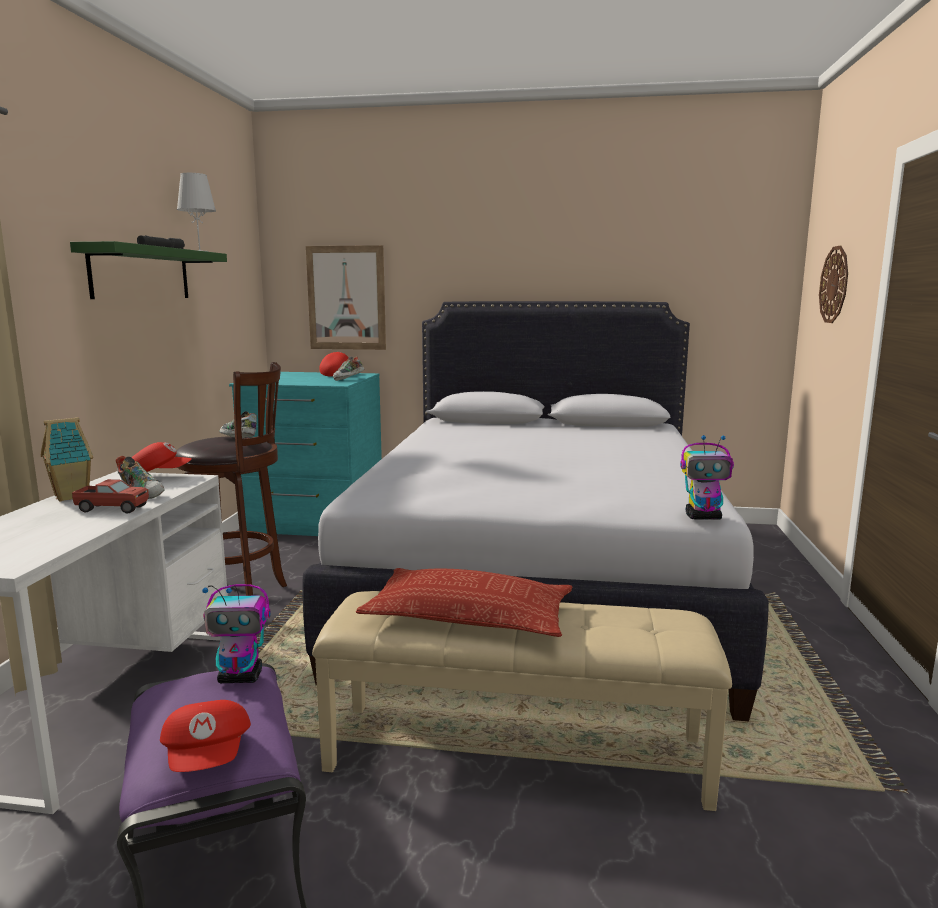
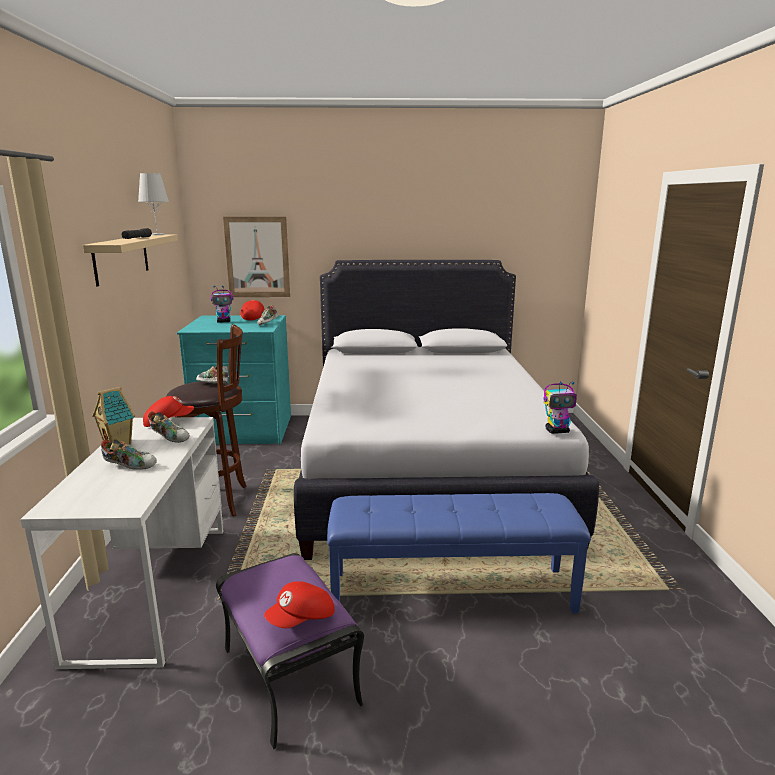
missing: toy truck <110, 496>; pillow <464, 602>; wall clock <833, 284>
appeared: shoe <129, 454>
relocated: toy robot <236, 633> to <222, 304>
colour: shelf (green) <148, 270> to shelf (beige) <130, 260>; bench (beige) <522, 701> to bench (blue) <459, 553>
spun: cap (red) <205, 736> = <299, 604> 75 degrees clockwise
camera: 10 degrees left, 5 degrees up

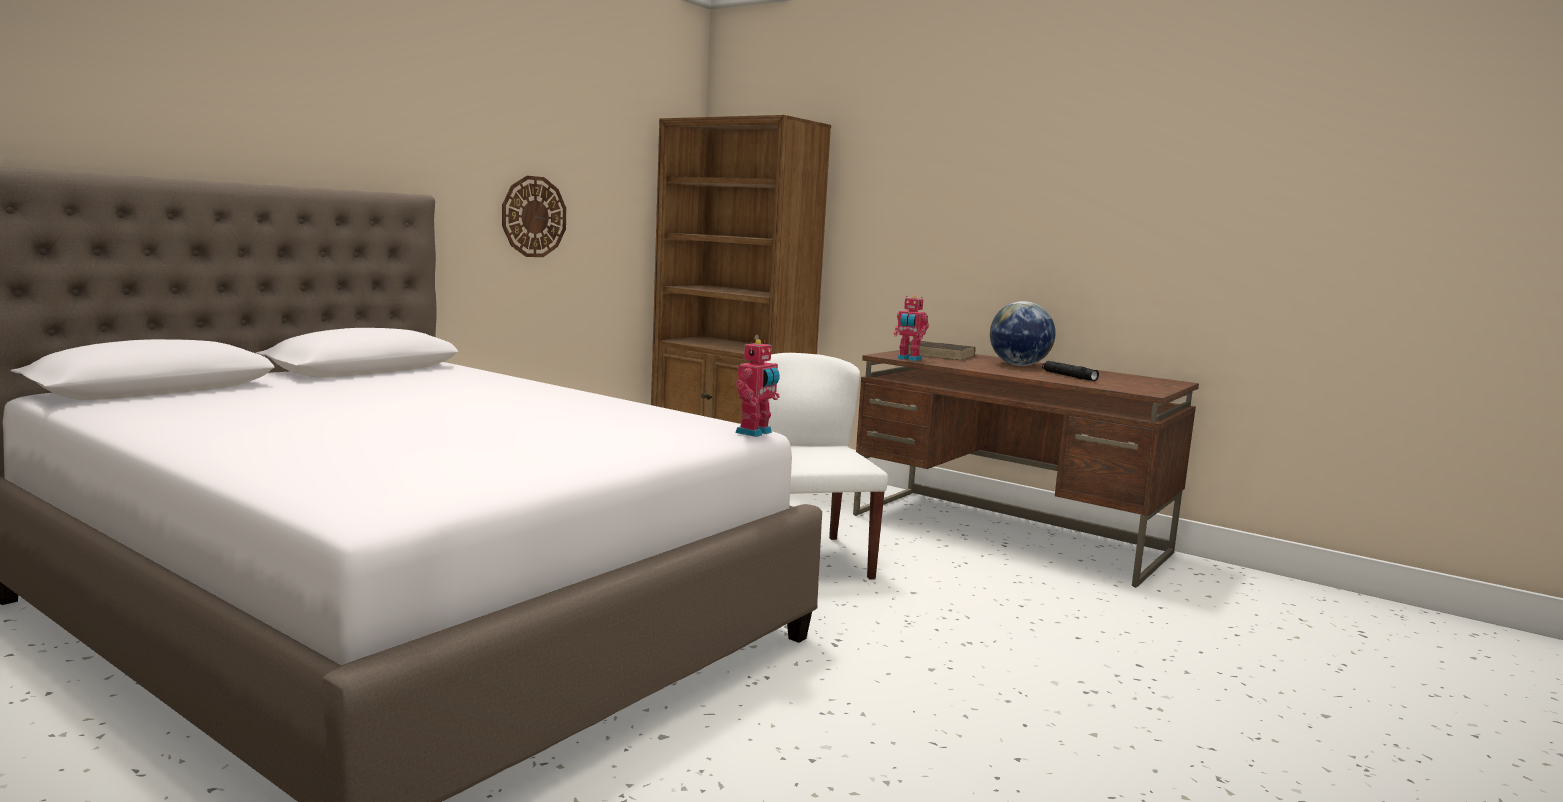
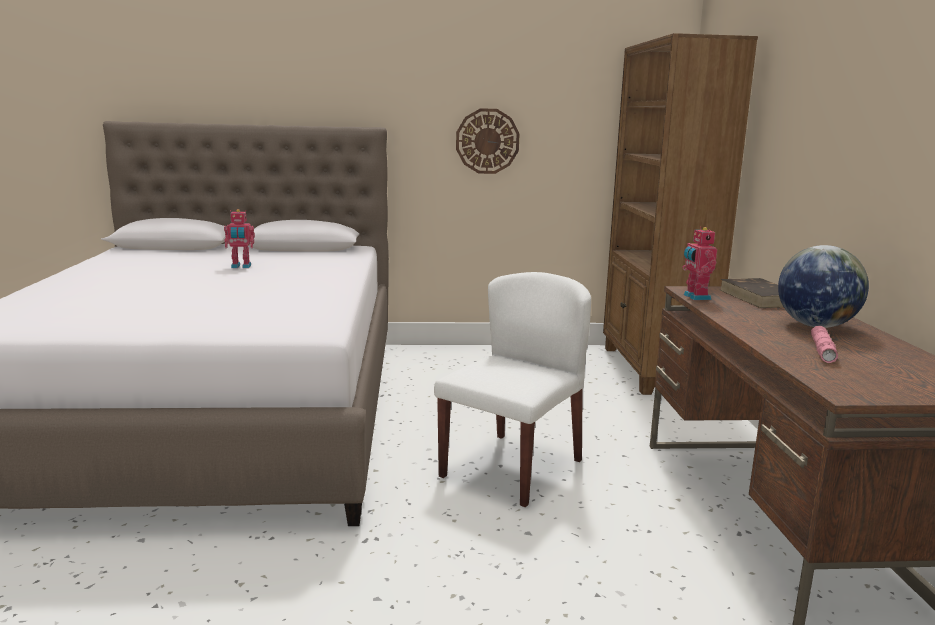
relocated: toy robot <757, 388> to <239, 238>
colour: flashlight (black) <1070, 371> to flashlight (pink) <824, 344>
camera: 50 degrees right, 5 degrees up

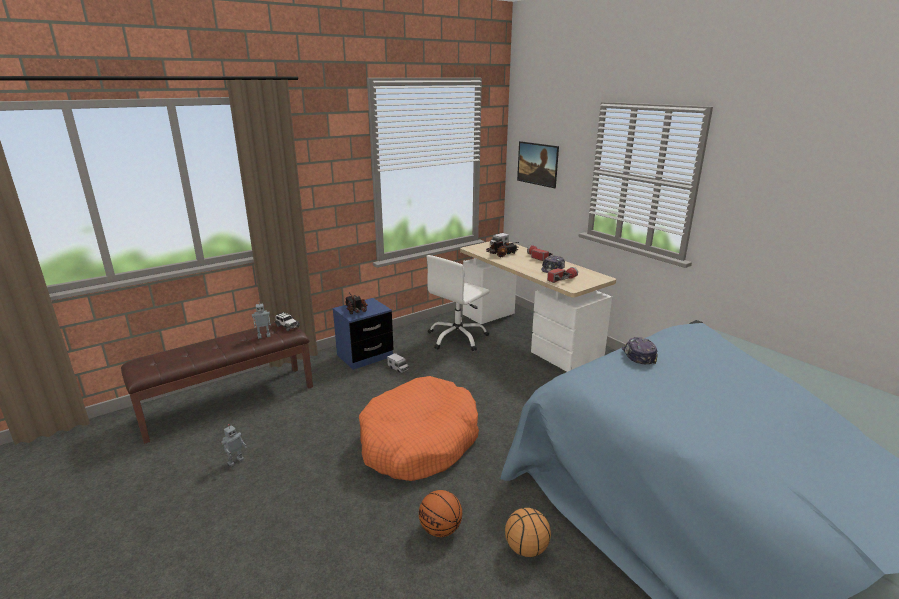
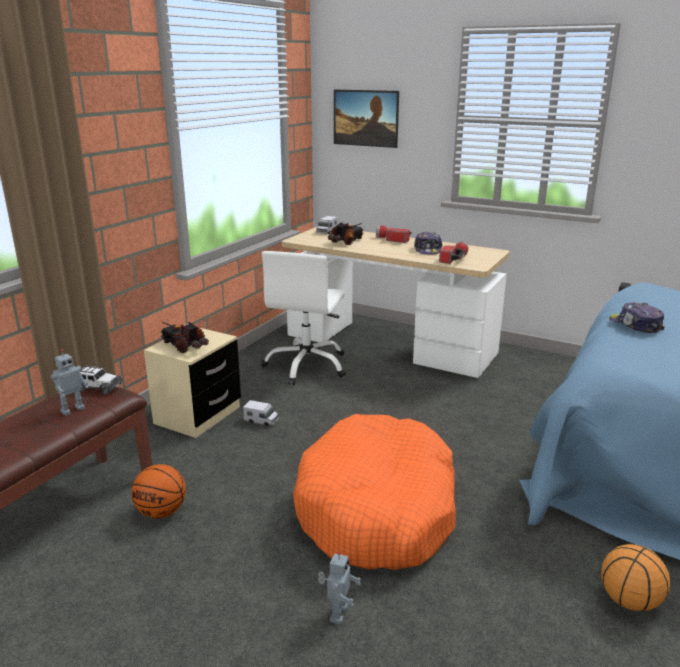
relocated: basketball <440, 513> to <158, 491>; toy robot <234, 445> to <339, 588>
colour: nightstand (blue) <363, 334> to nightstand (beige) <192, 383>
camera: 25 degrees left, 0 degrees up

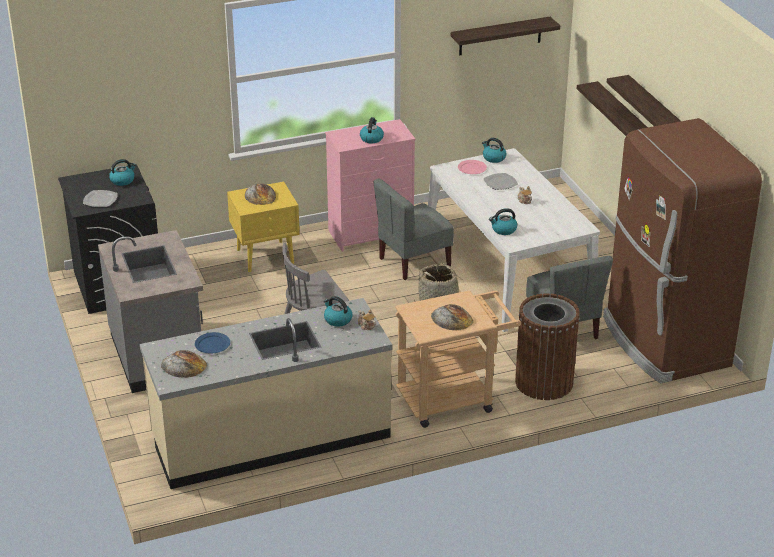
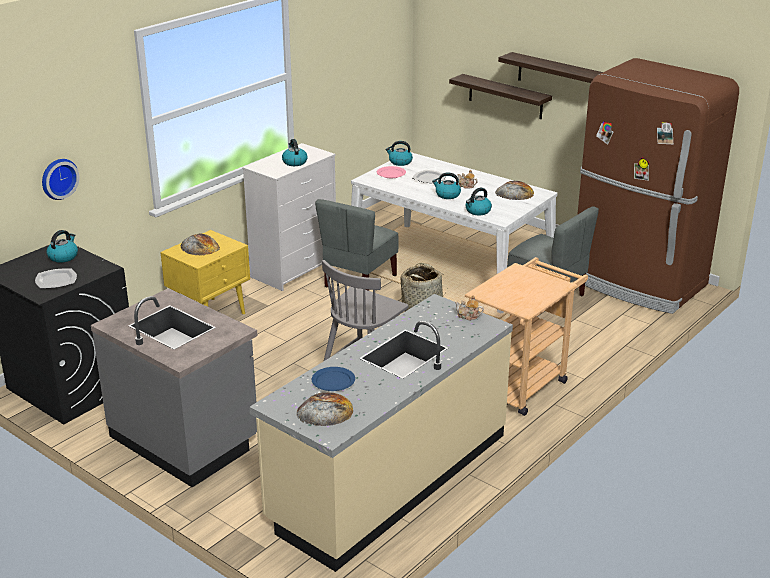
missing: shelf <505, 36>; trash can (brown) <547, 346>
appeared: wall clock <60, 179>
relocated: kettle <338, 311> to <446, 185>; bread <452, 317> to <514, 190>
colour: dresser (pink) <370, 185> to dresser (white) <289, 217>
camera: 30 degrees left, 5 degrees down

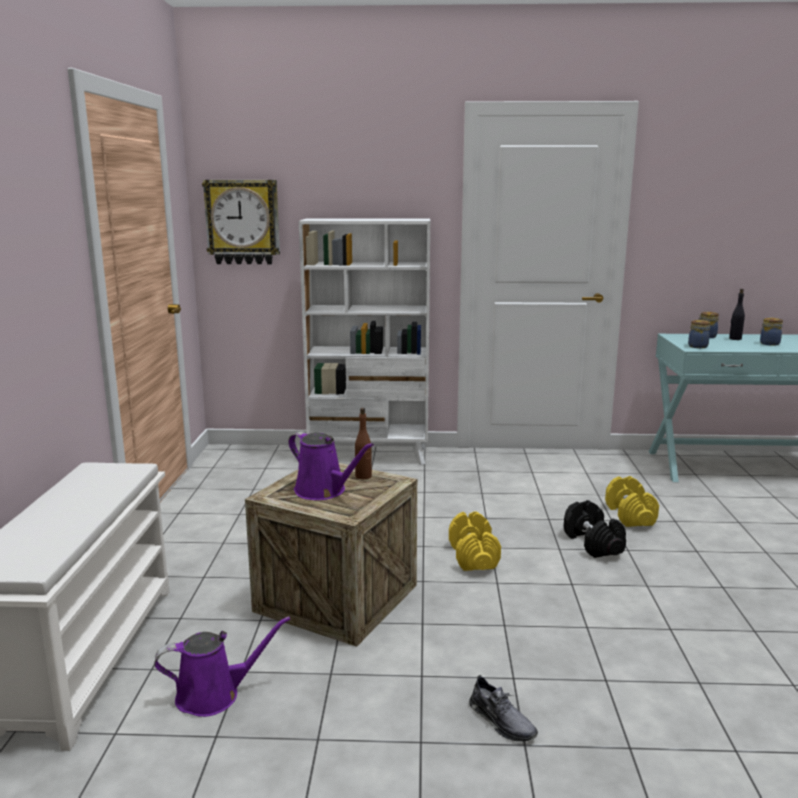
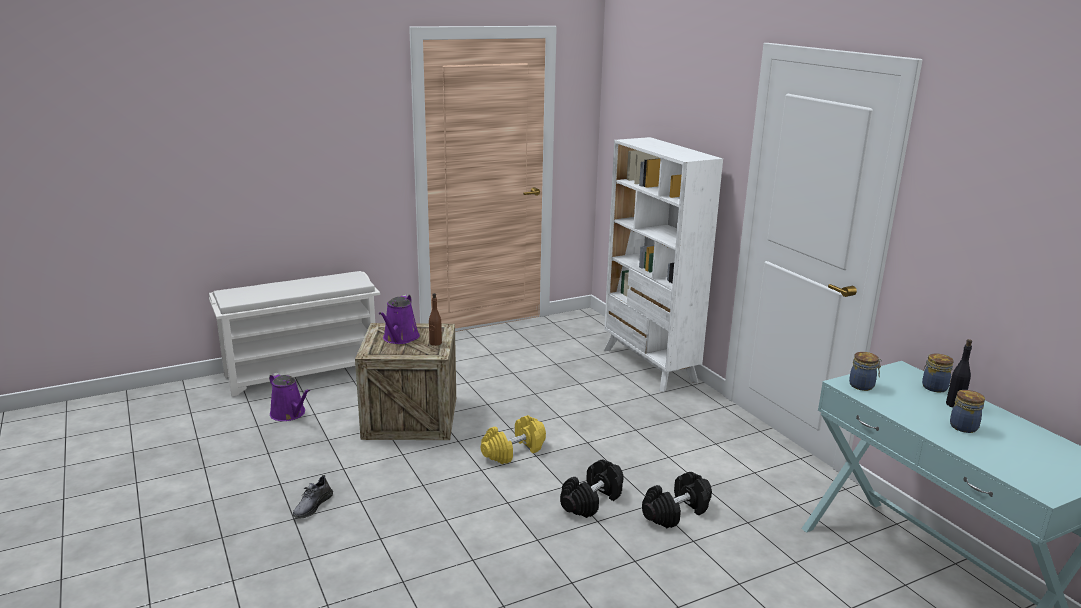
missing: wall clock <241, 222>
colour: dumbbell (yellow) <632, 501> to dumbbell (black) <677, 500>
camera: 60 degrees right, 5 degrees up

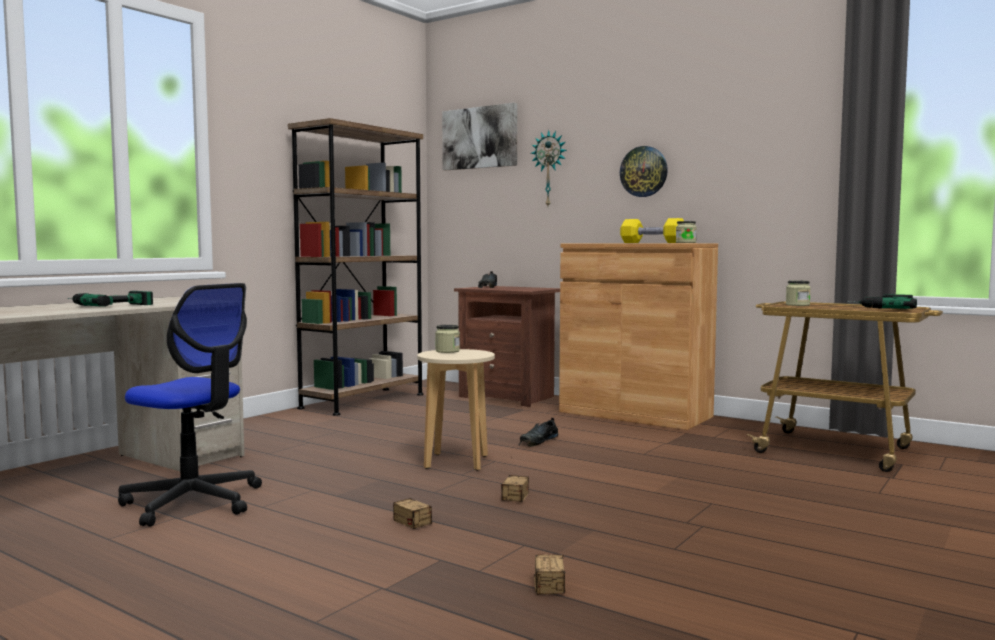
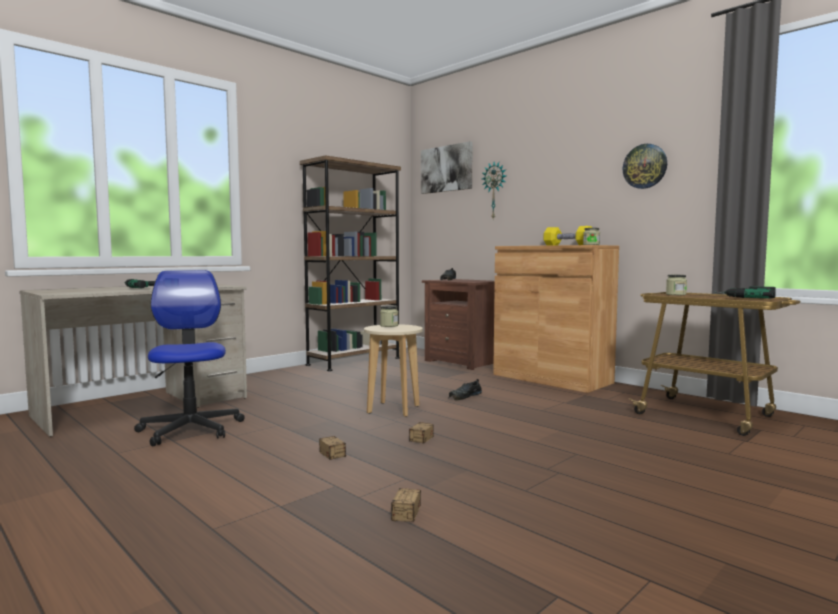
relocated: wall clock <644, 171> to <645, 166>
spun: office chair <190, 405> = <189, 358> 150 degrees counterclockwise
camera: 10 degrees right, 0 degrees up

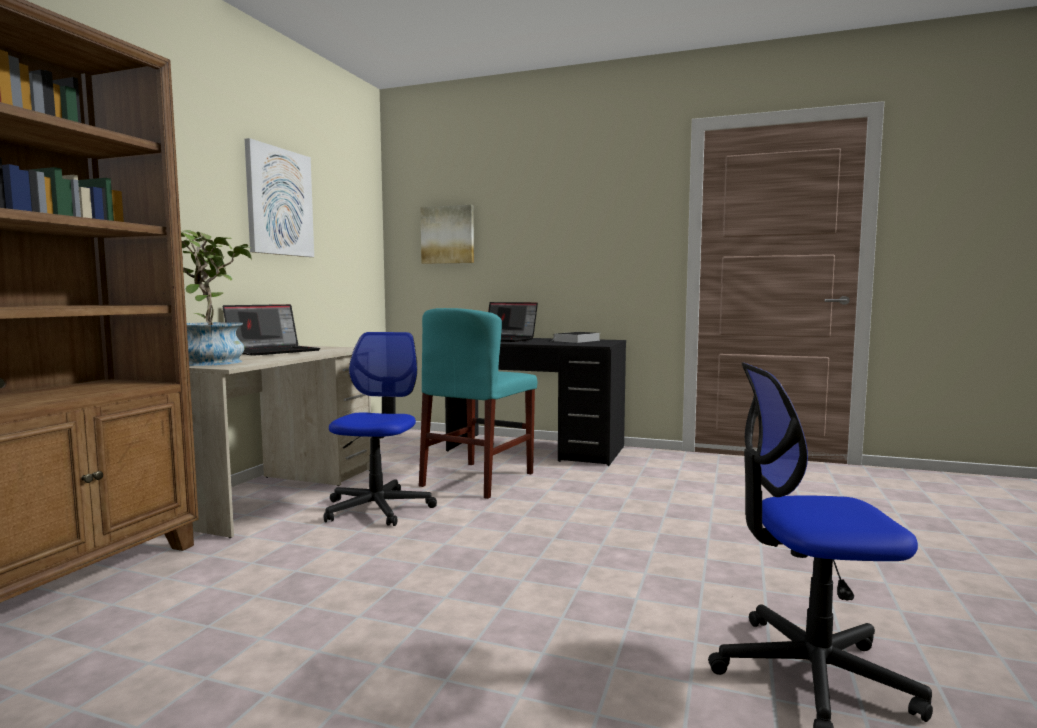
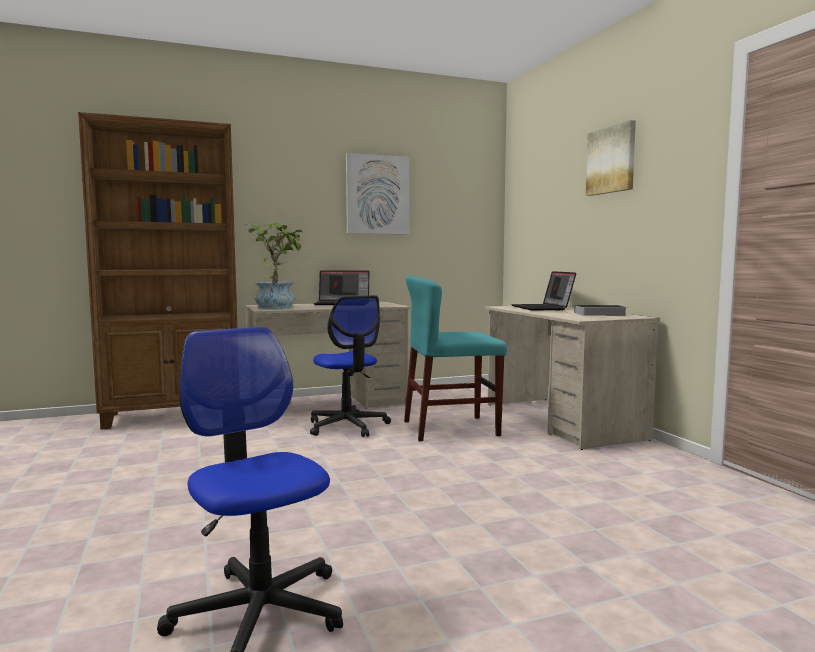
relocated: picture <447, 234> to <611, 158>
colour: desk (black) <535, 402> to desk (beige) <572, 378>
spun: office chair <380, 429> = <350, 366> 90 degrees clockwise
camera: 50 degrees right, 0 degrees up

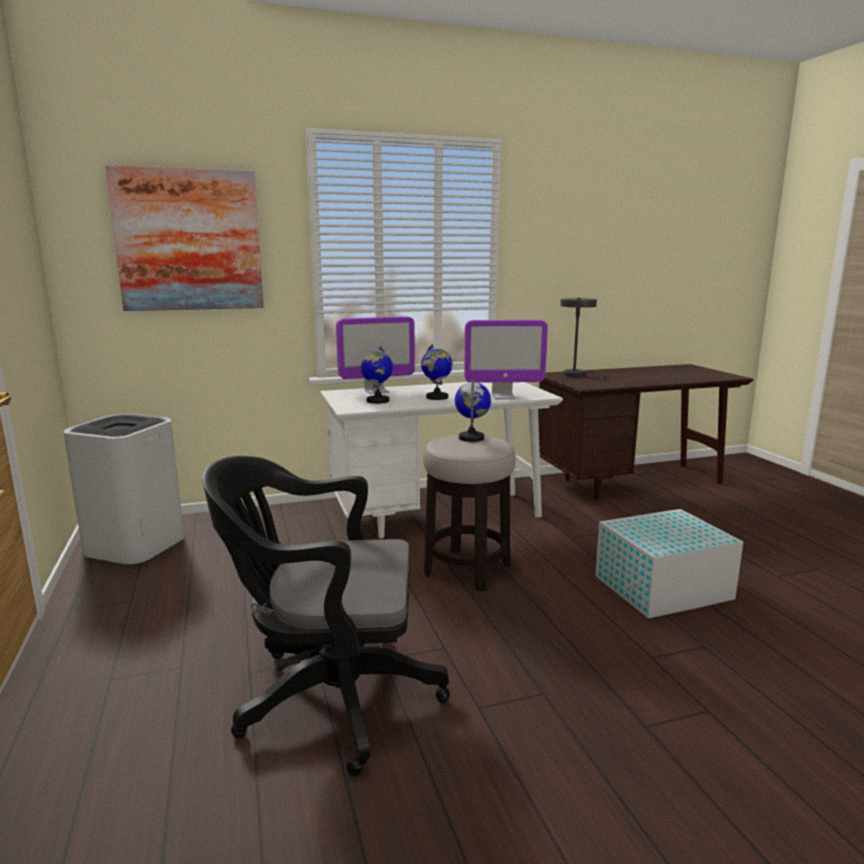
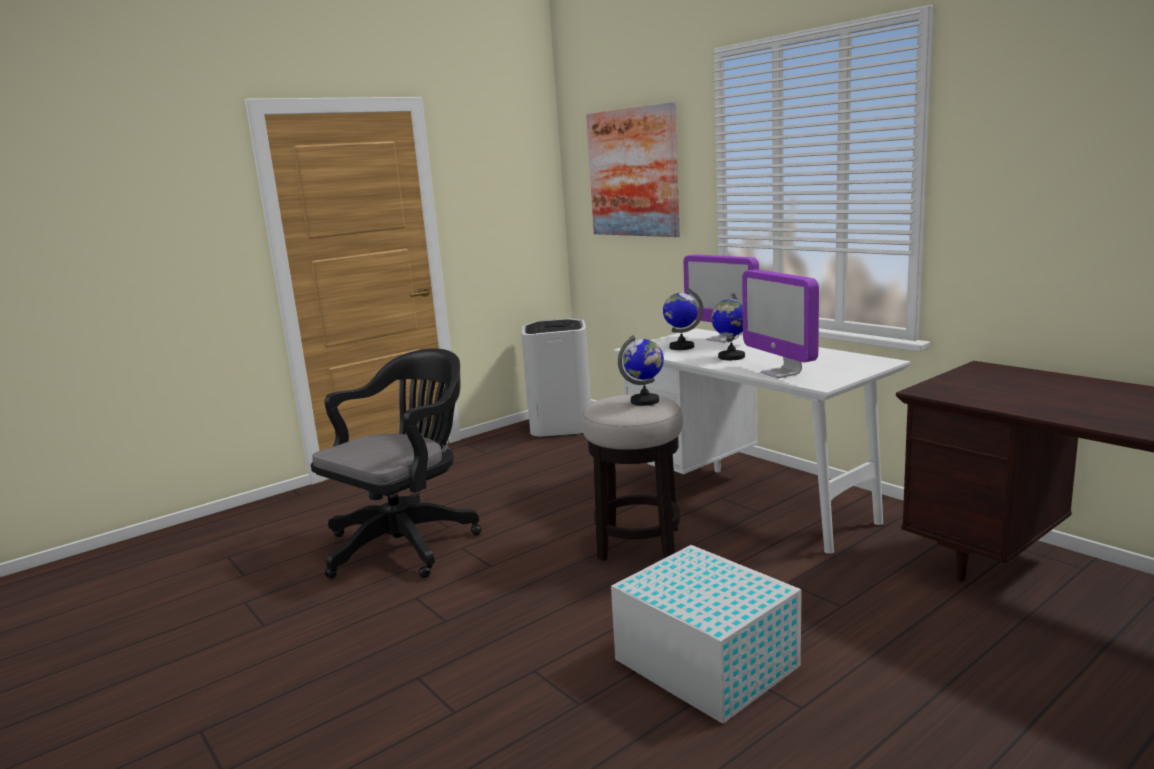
missing: table lamp (grey) <584, 339>
spun: office chair (black) <326, 616> = <396, 463> 60 degrees clockwise
camera: 70 degrees right, 0 degrees up

